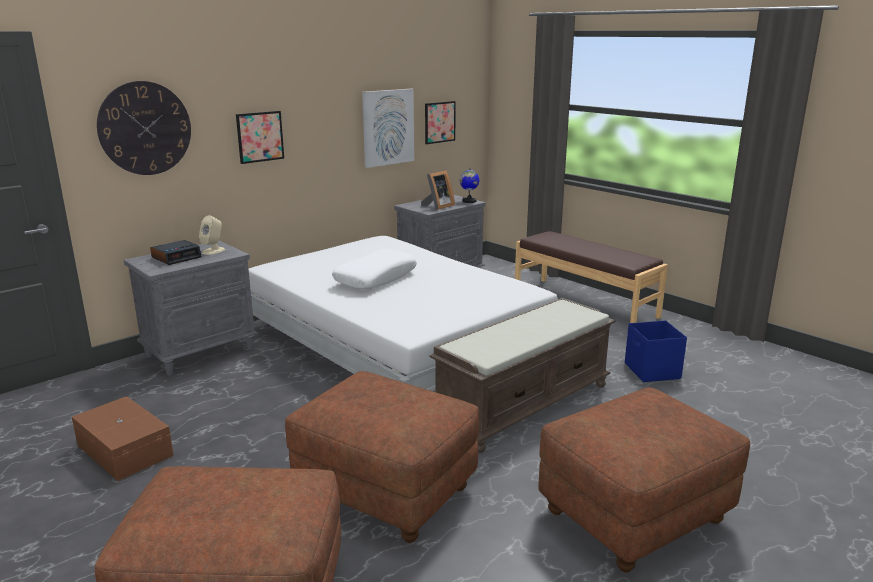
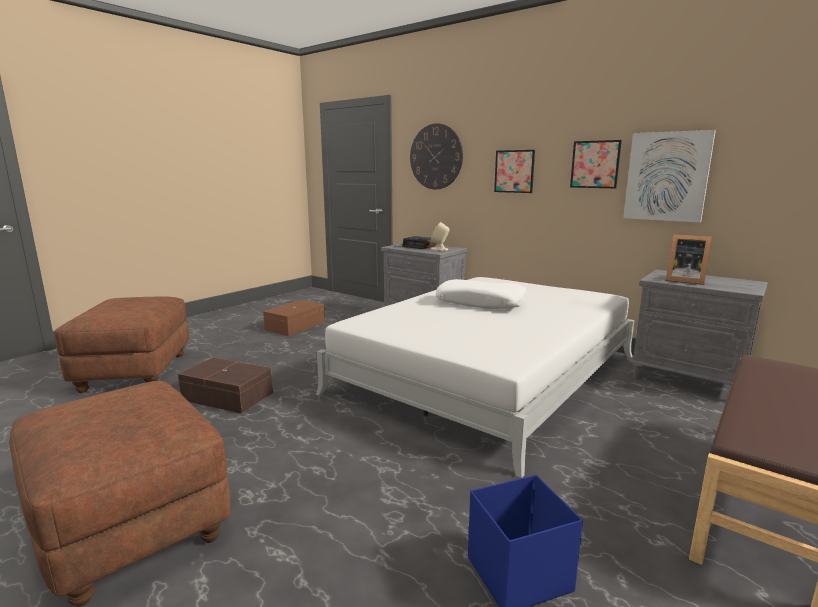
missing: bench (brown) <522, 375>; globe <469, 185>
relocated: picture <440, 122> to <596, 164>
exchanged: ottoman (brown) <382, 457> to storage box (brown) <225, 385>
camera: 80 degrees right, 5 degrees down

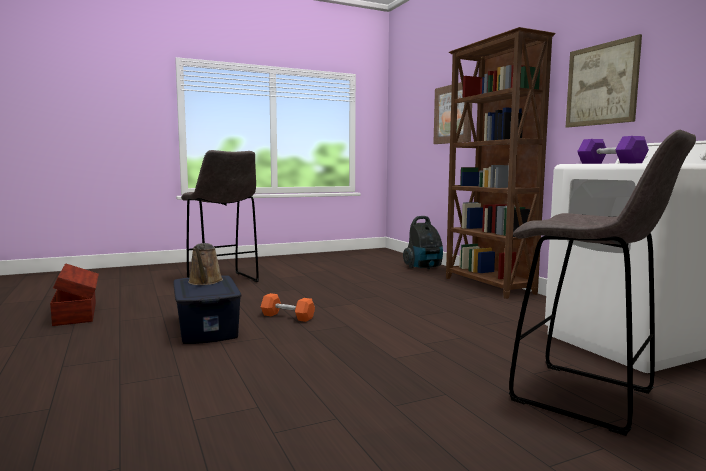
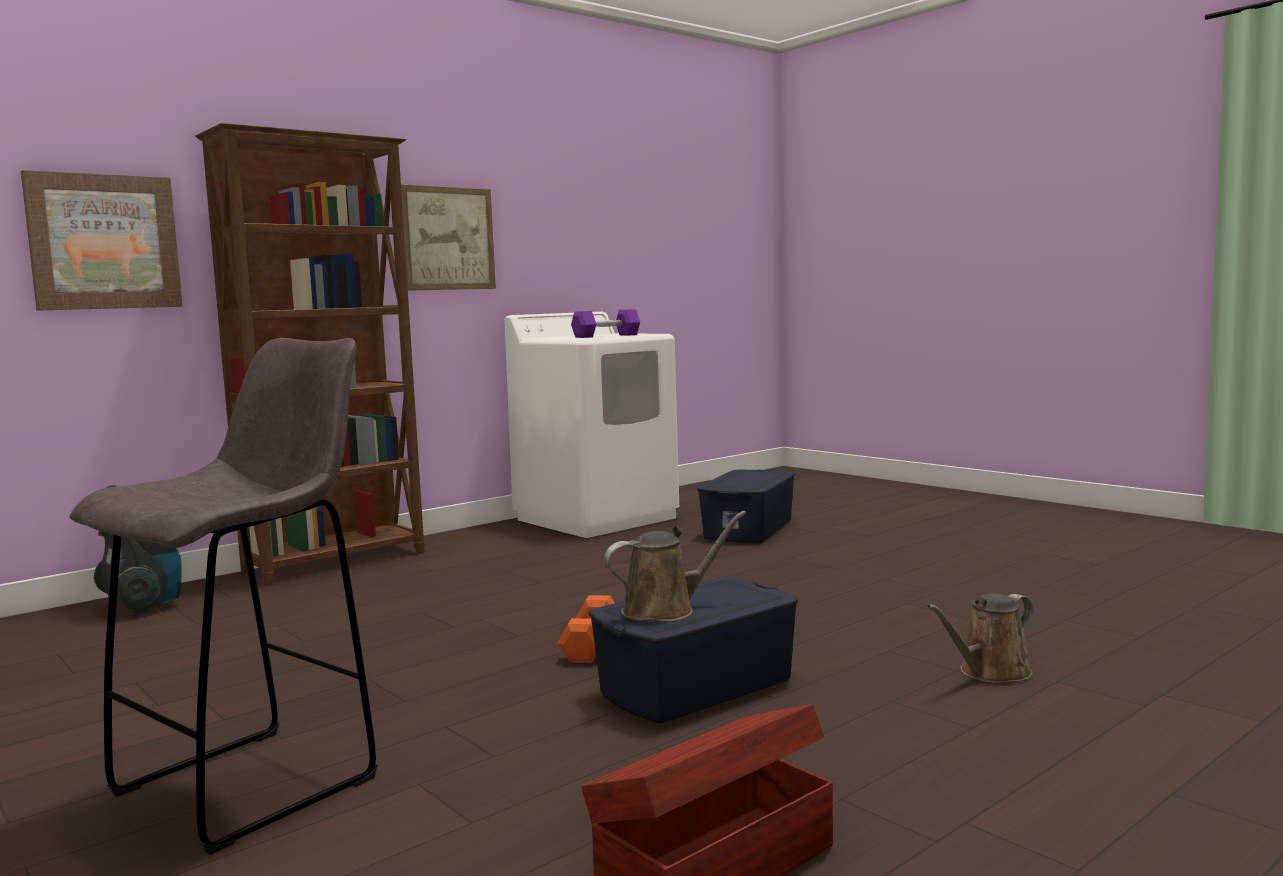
appeared: watering can (brown) <980, 638>
exchanged: stool (grey) <602, 283> to storage box (blue) <746, 506>
camera: 105 degrees left, 0 degrees up

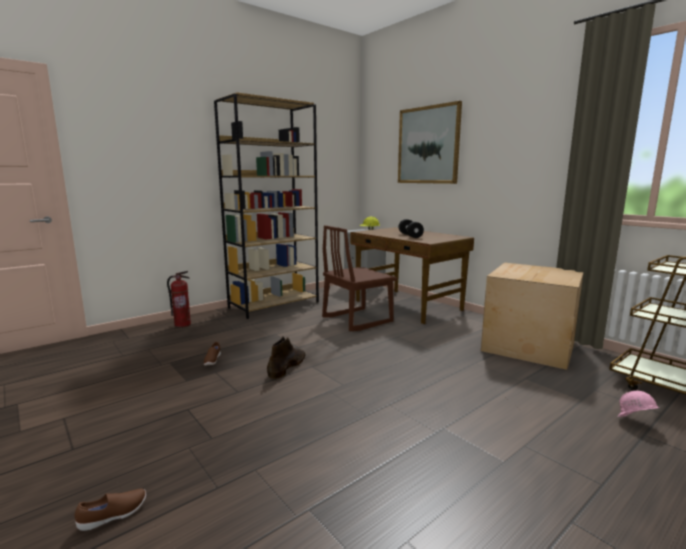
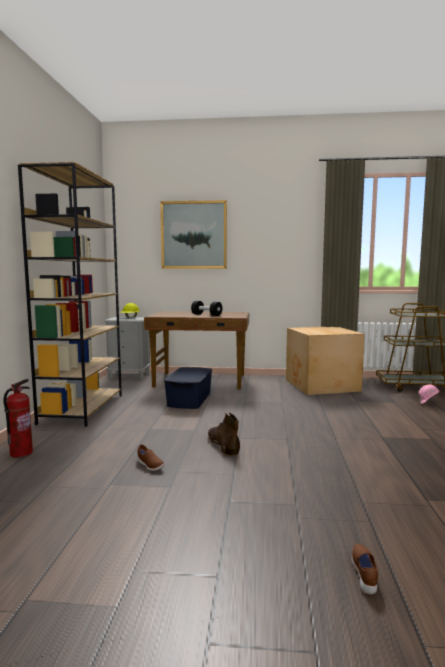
exchanged: chair (brown) <359, 278> to storage box (blue) <188, 388>
camera: 45 degrees left, 5 degrees down

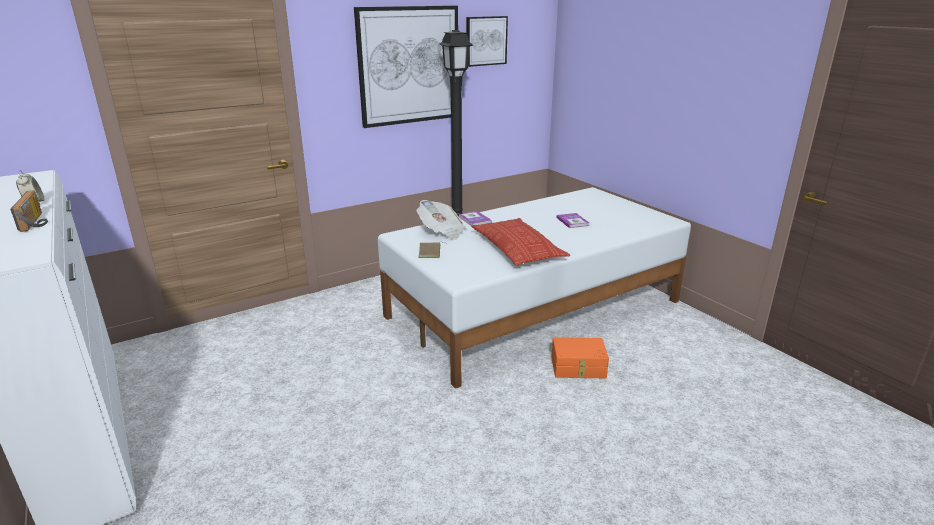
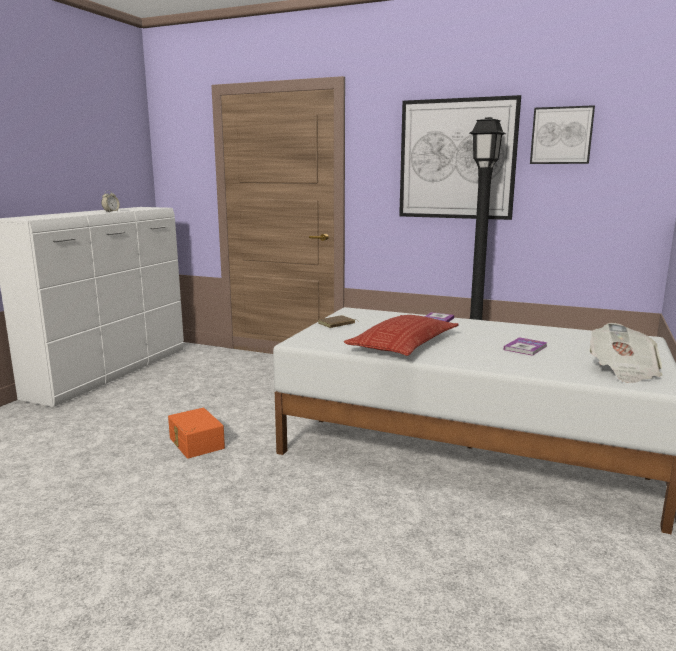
missing: radio <29, 211>
relocated: storage box (orange) <580, 357> to <196, 433>; newspaper <441, 220> to <625, 353>
camera: 55 degrees right, 10 degrees down

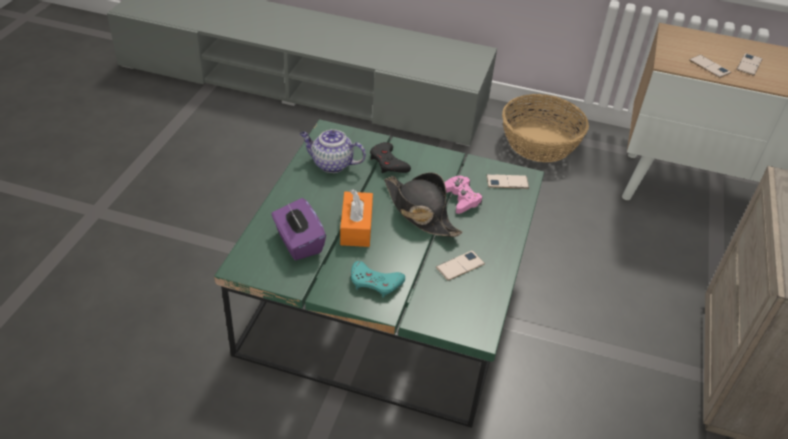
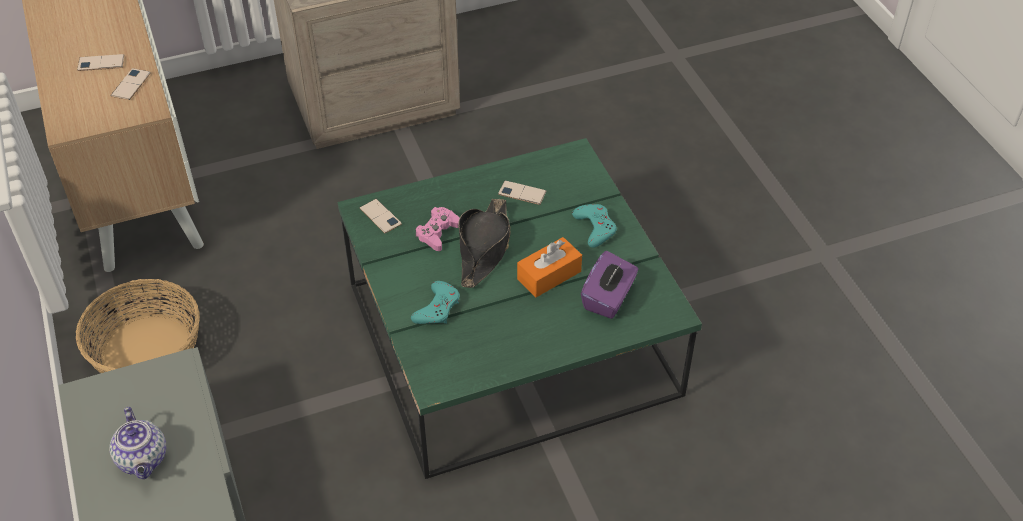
relocated: teapot <333, 151> to <137, 443>
colour: game controller (black) <390, 157> to game controller (turquoise) <435, 302>
camera: 125 degrees left, 5 degrees up

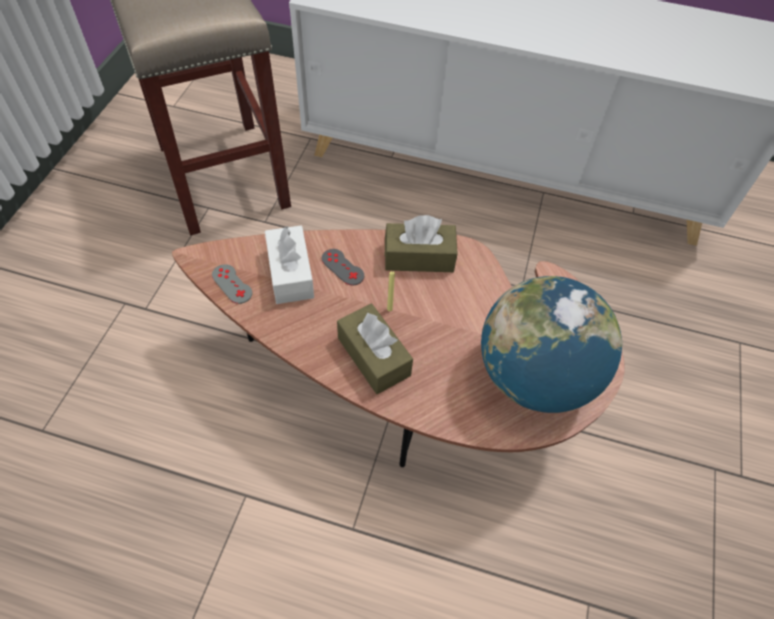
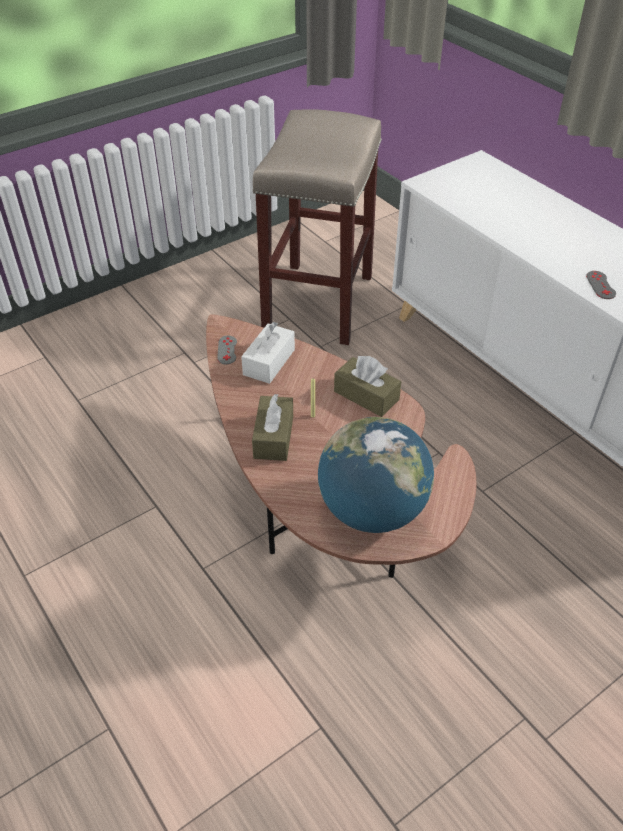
relocated: game controller (grey) <343, 267> to <601, 285>
camera: 40 degrees right, 10 degrees down

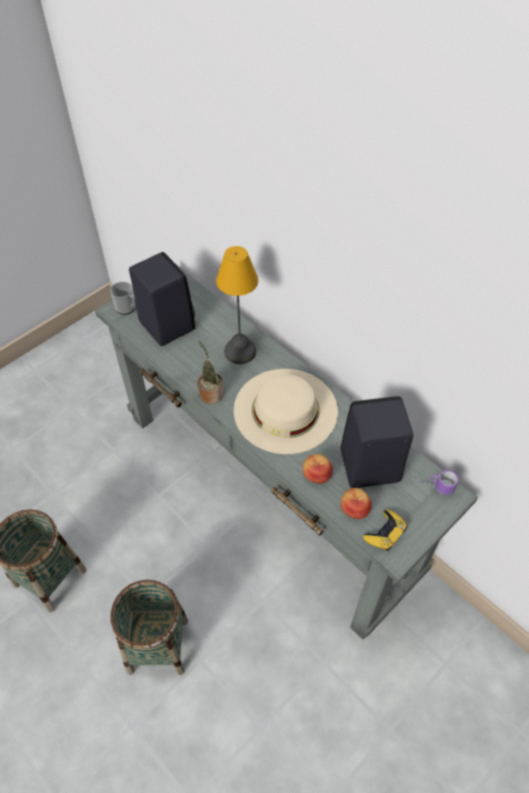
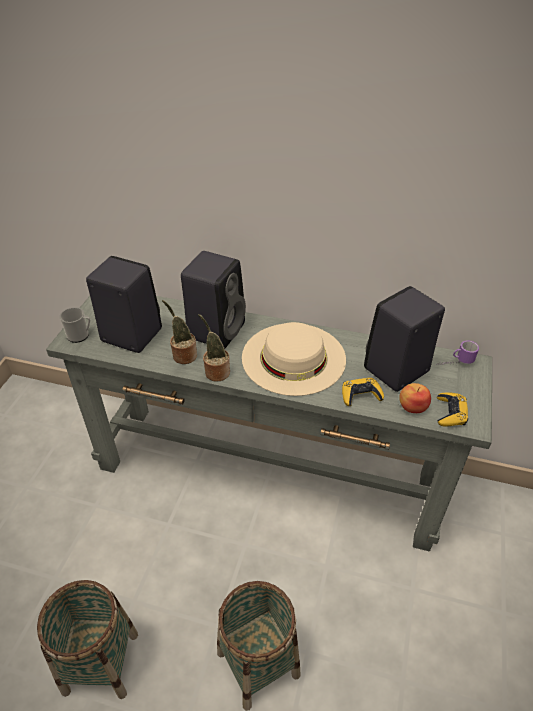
appeared: potted plant <179, 332>
exchanged: table lamp <237, 305> to speaker (black) <213, 300>; apple <318, 469> to game controller (yellow) <363, 392>
camera: 30 degrees left, 10 degrees down

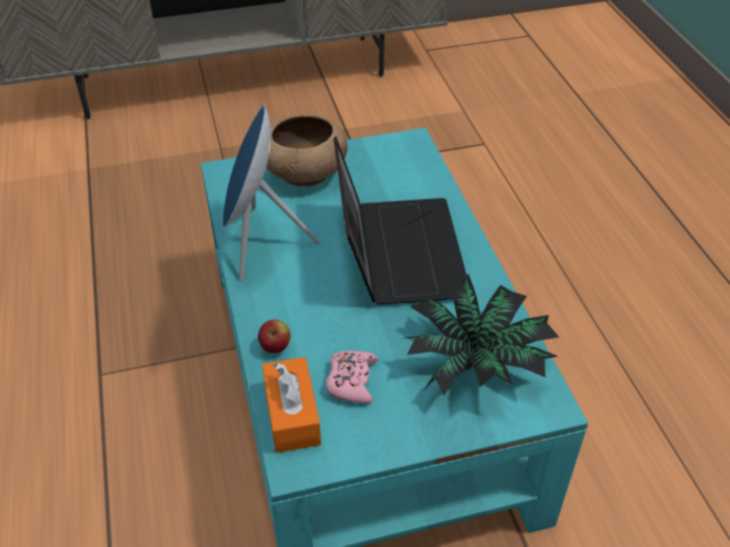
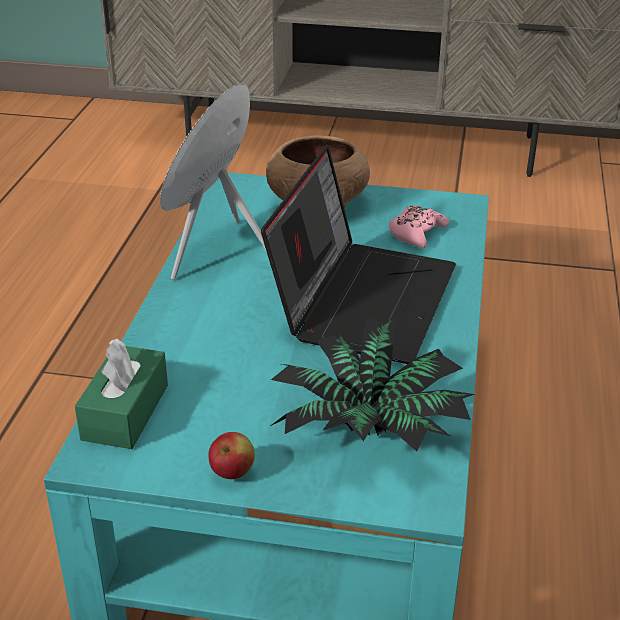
relocated: apple <274, 336> to <231, 455>; game controller (pink) <352, 377> to <419, 226>
colour: tissue box (orange) <291, 405> to tissue box (green) <121, 394>
camera: 25 degrees right, 10 degrees down

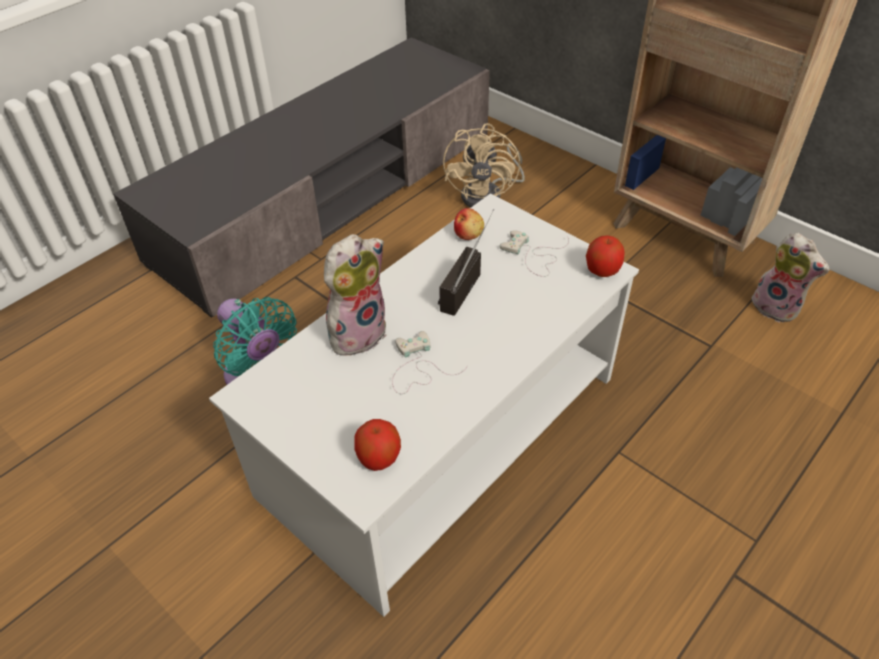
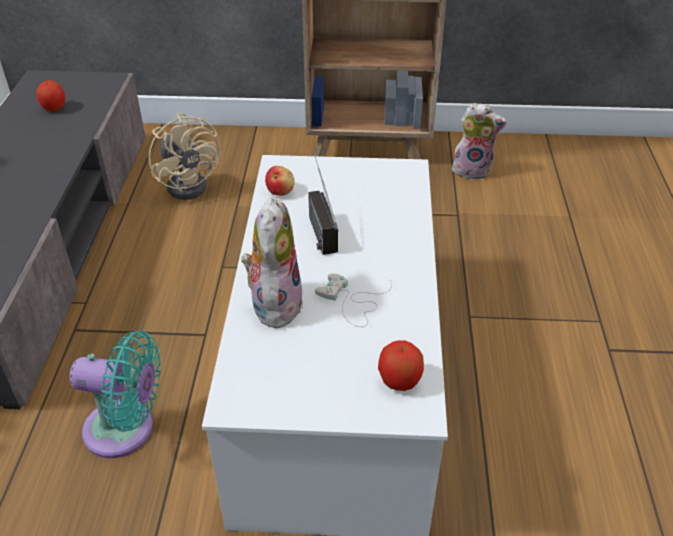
missing: game controller (white) <534, 253>
relocated: apple <605, 256> to <50, 95>
camera: 40 degrees left, 5 degrees down

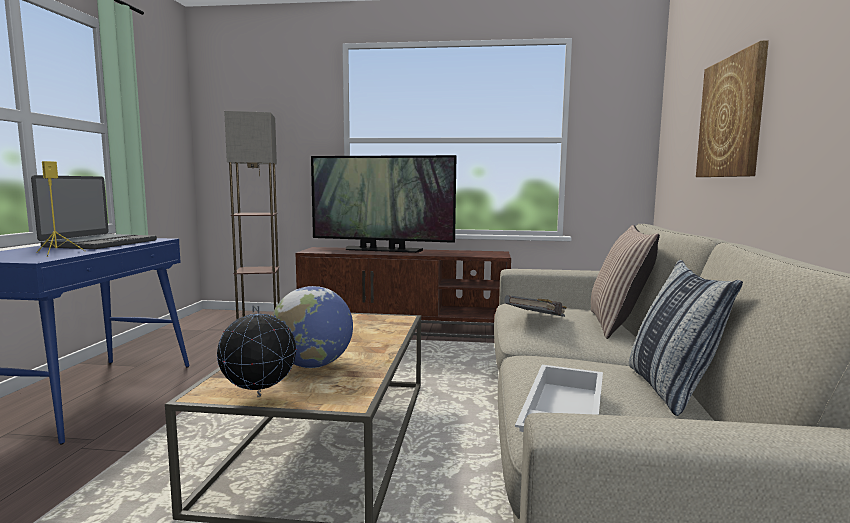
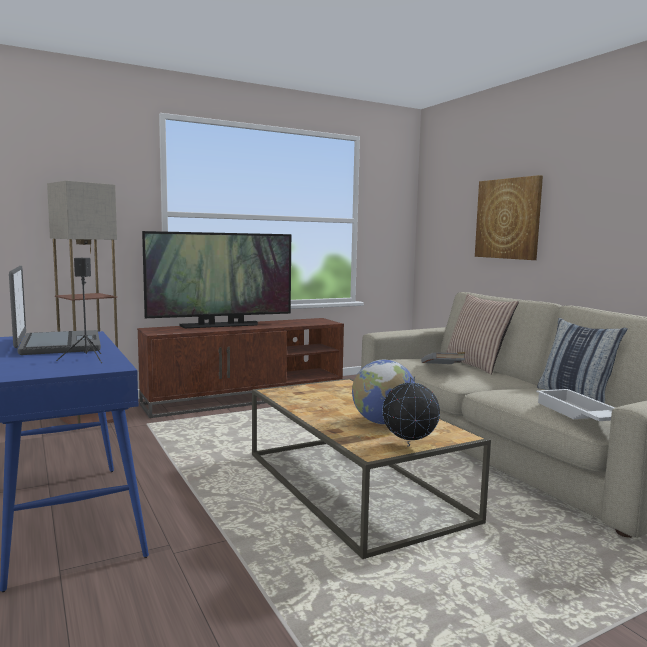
colour: speaker (yellow) <60, 209> to speaker (black) <79, 310>
camera: 35 degrees left, 0 degrees up

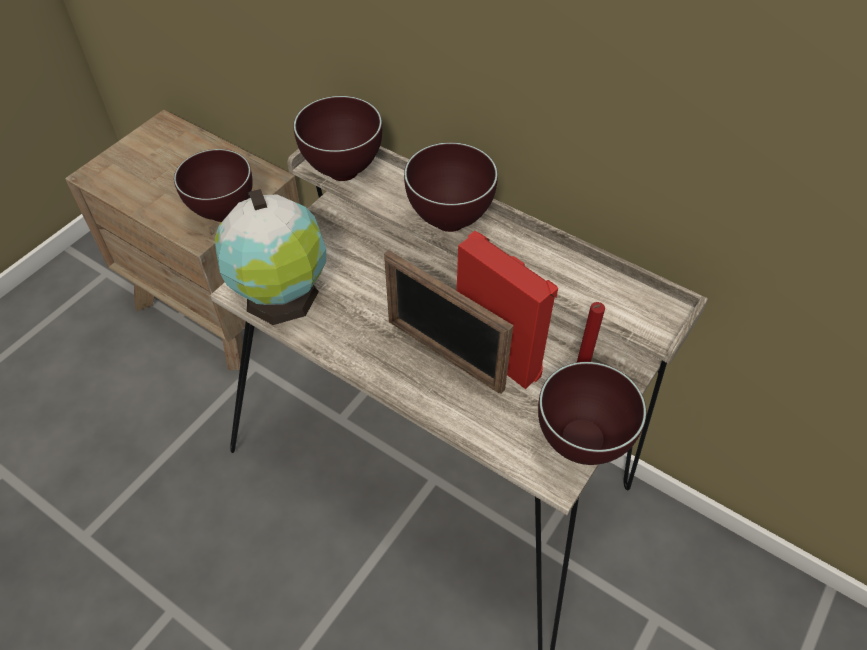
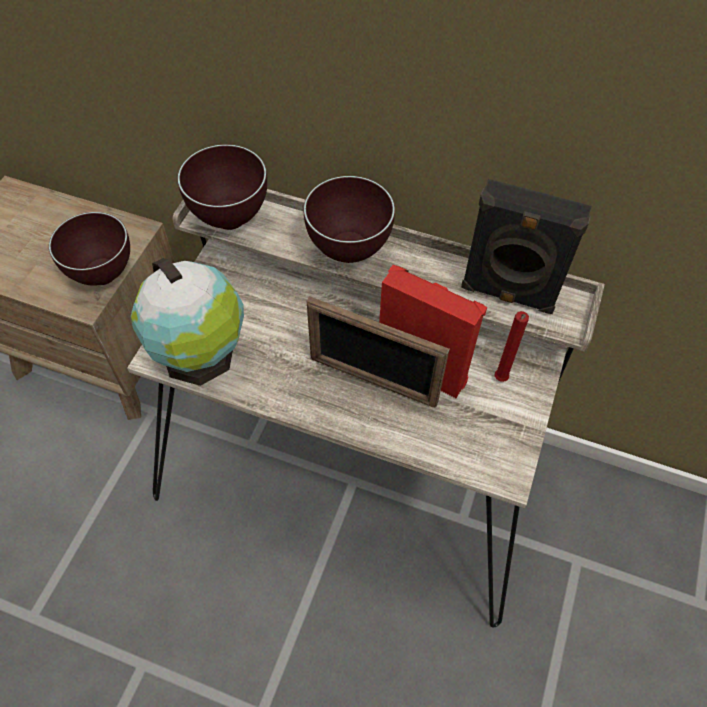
missing: bowl (brown) <592, 413>
appeared: speaker (black) <526, 246>
camera: 15 degrees left, 5 degrees up

